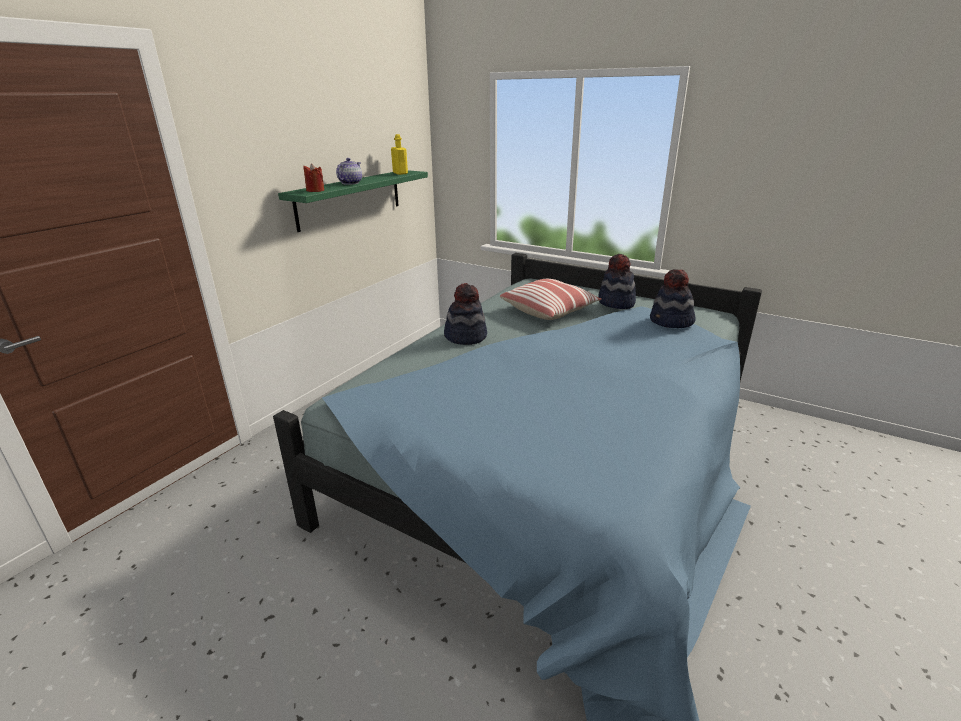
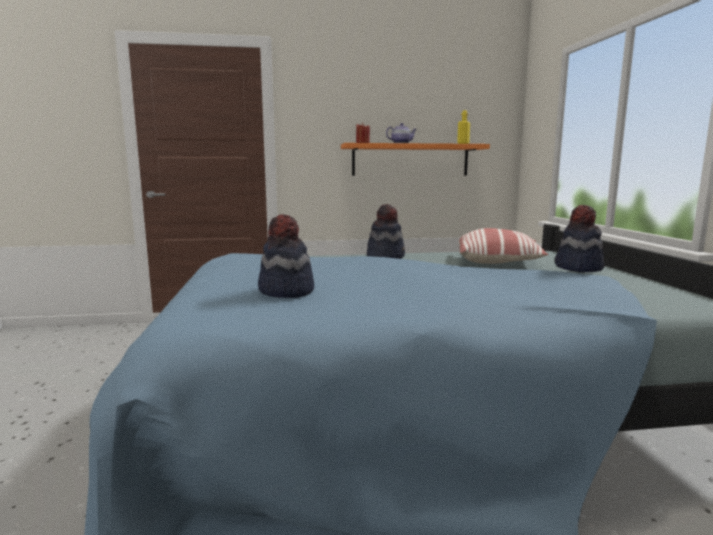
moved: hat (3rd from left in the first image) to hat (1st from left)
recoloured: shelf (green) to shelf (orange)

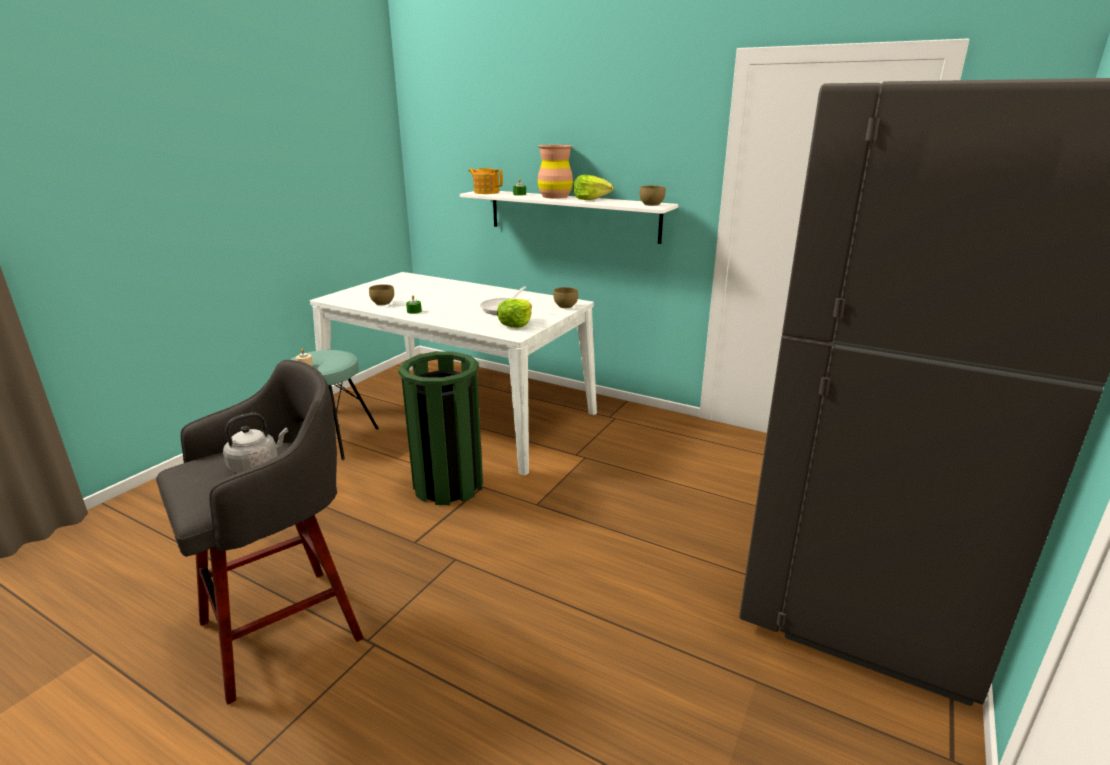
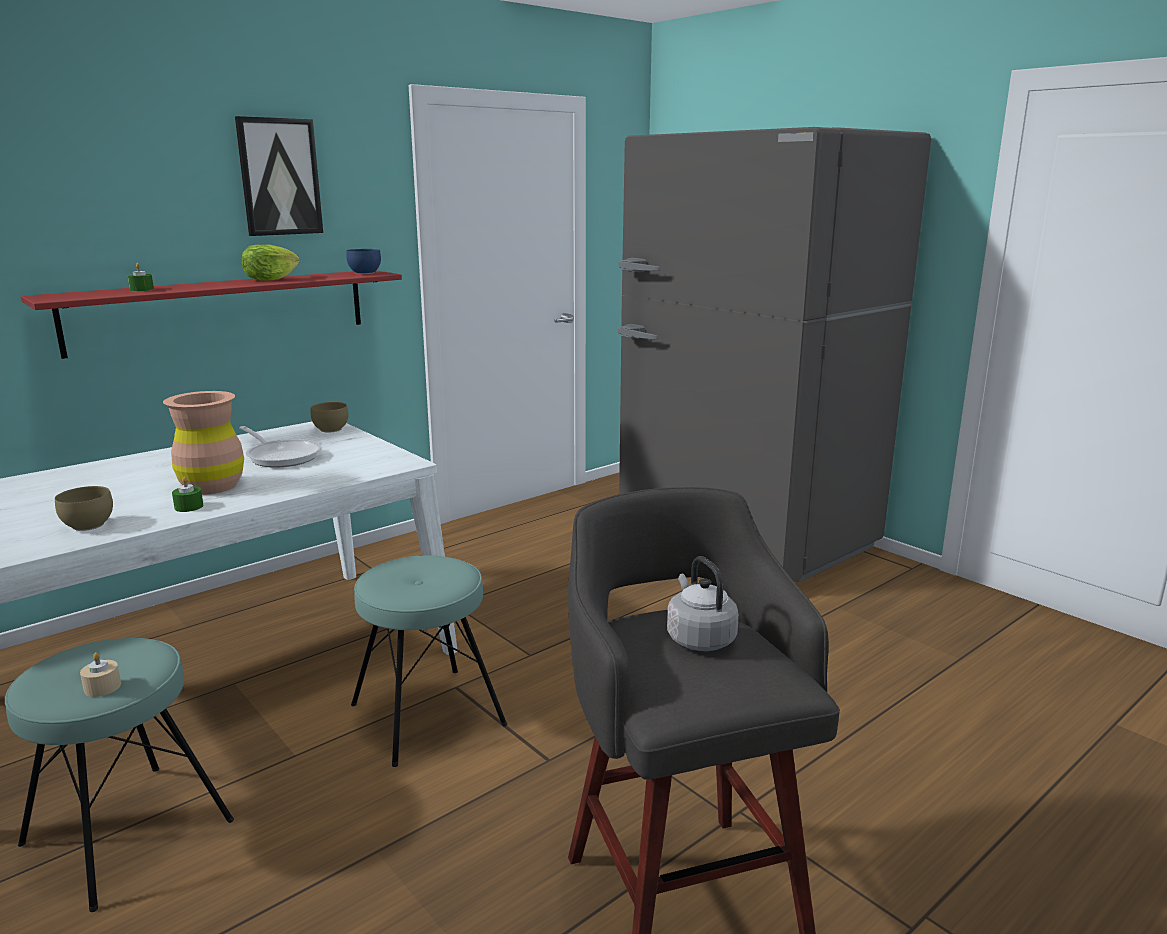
removed: teapot; lettuce (1st from left)
added: picture
moved: vase (brown)
replaced: trash can (green) to stool (turquoise) (2nd from left)
recoloured: shelf (white) to shelf (red); bowl (brown) (3rd from left) to bowl (blue)

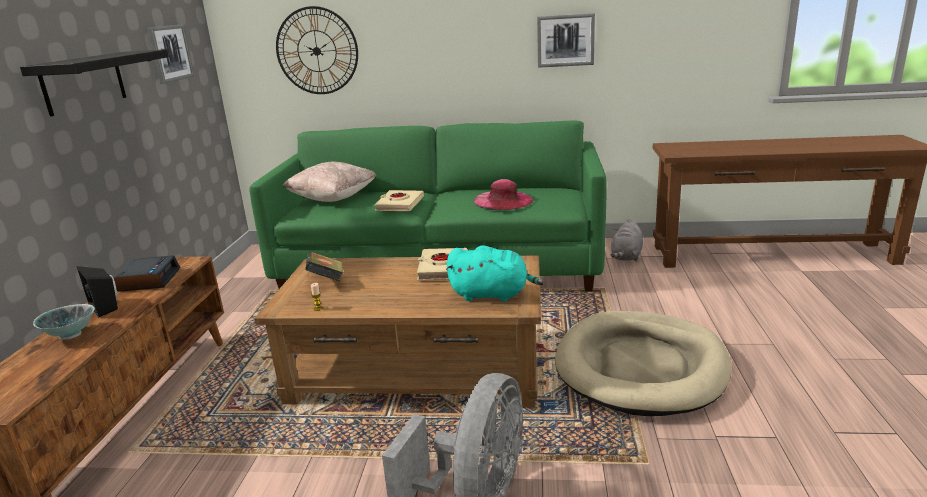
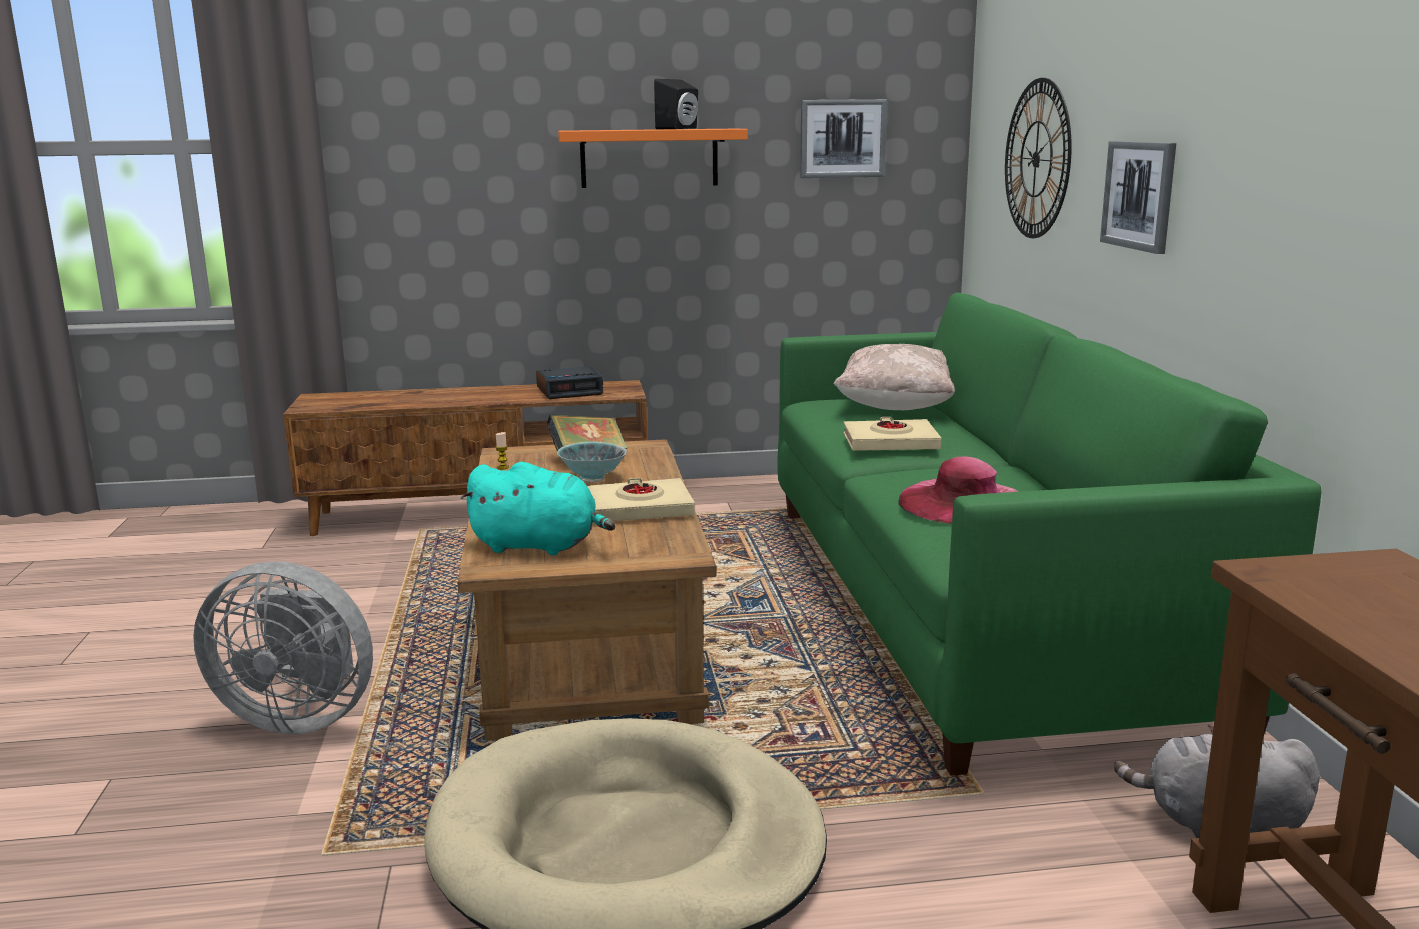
moved: bowl; speaker (black); picture (2nd from left)
recoloured: shelf (black) to shelf (orange)
turned: plush toy (turquoise) 75 degrees counterclockwise

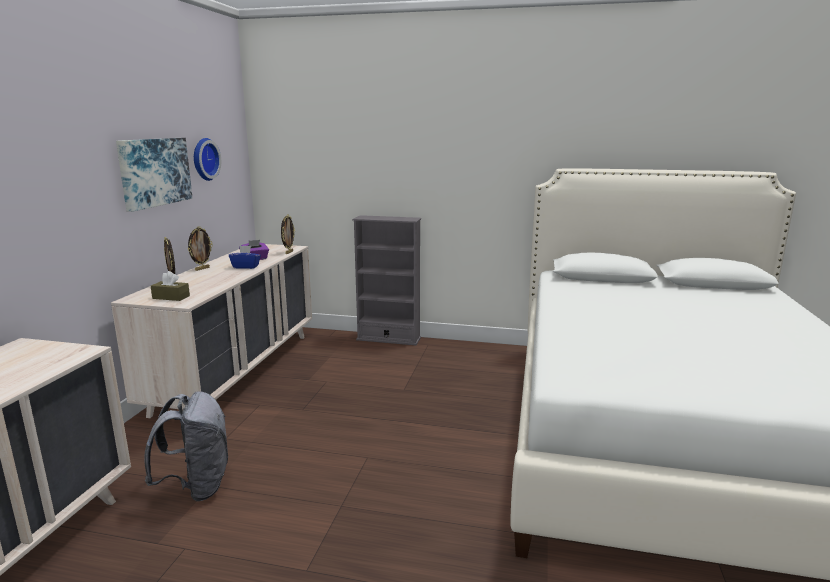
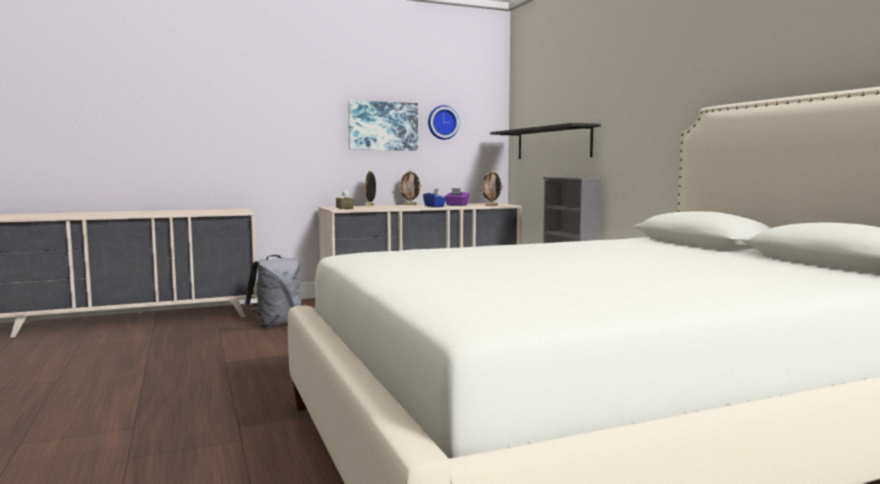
added: shelf (black)

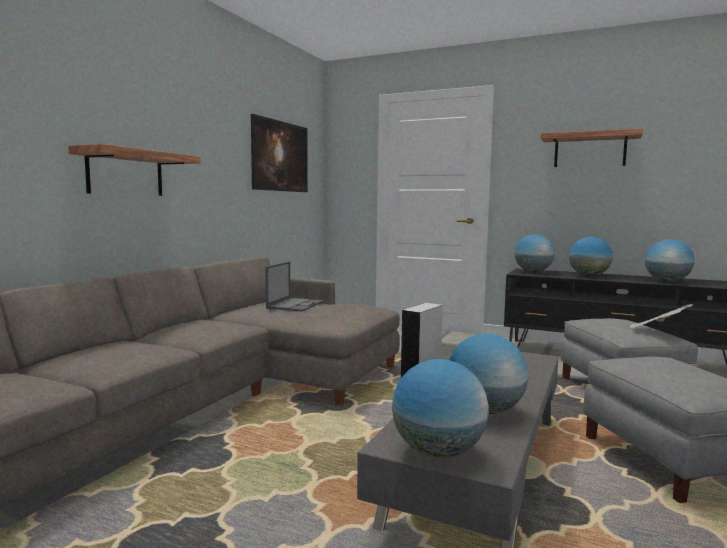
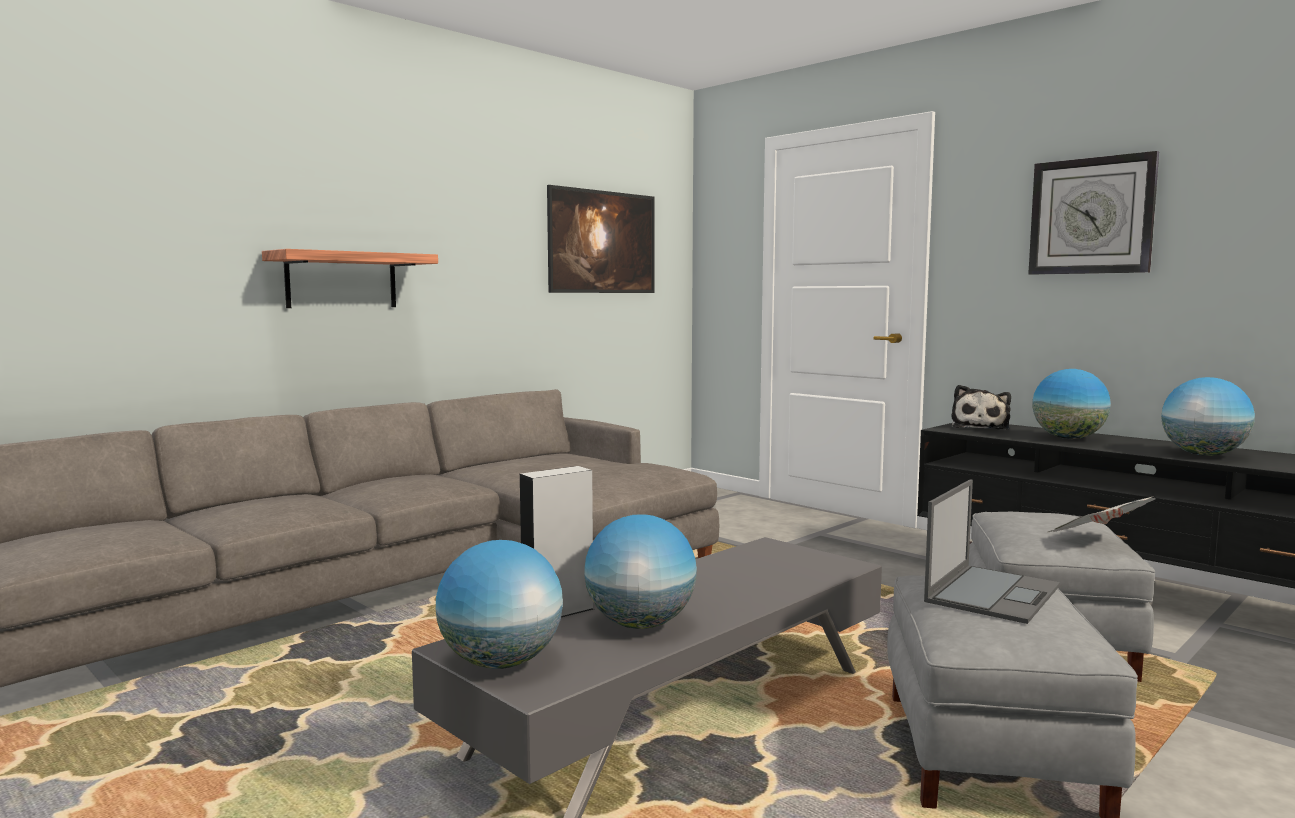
moved: laptop
replaced: globe (3rd from left) to plush toy; shelf (2nd from left) to wall clock

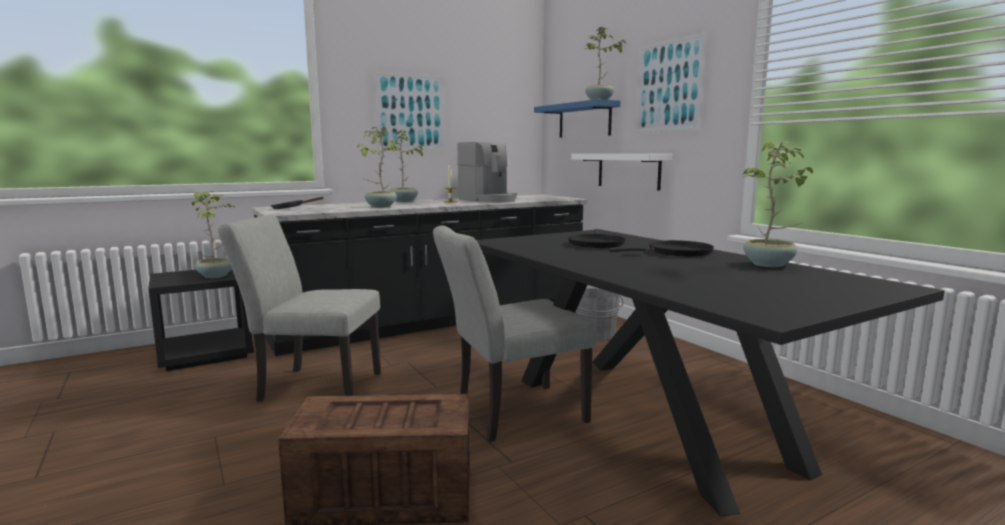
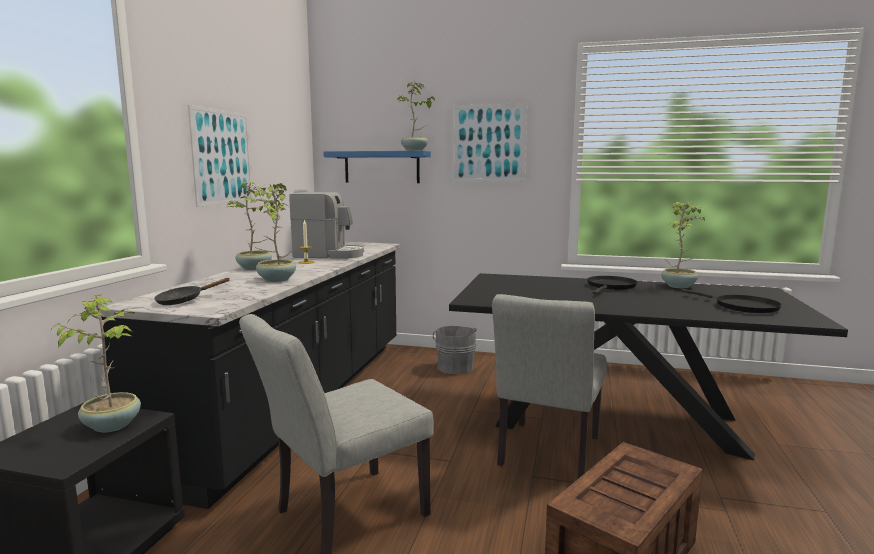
removed: shelf (white)
moved: frying pan (black) (2nd from left in the first image) to frying pan (black) (3rd from left)

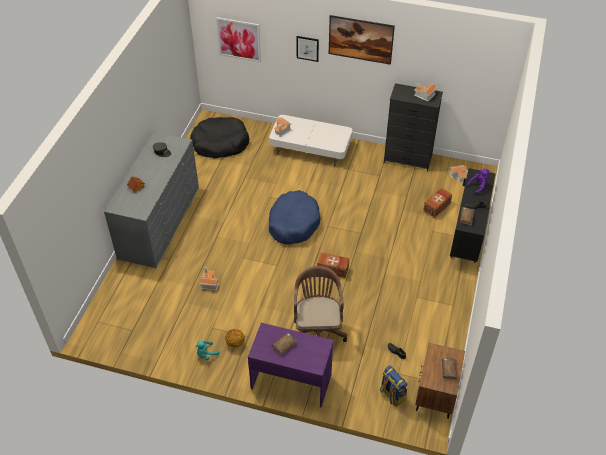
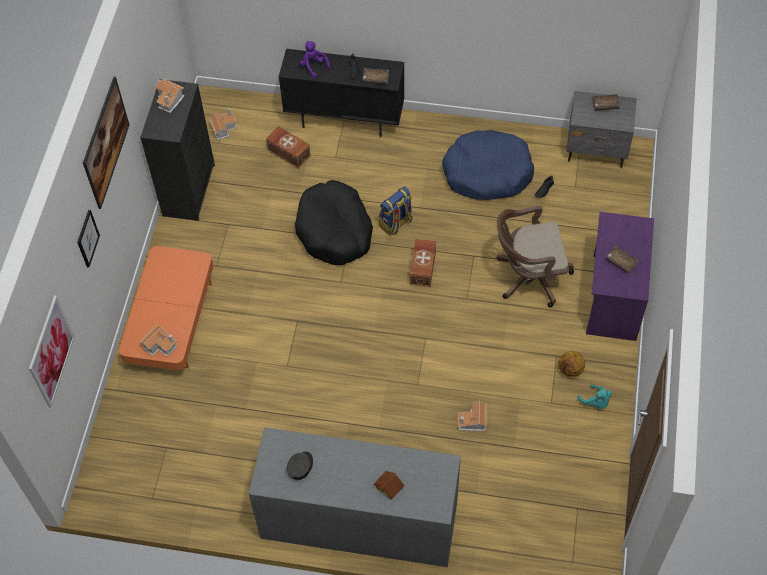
moved: dog bed (black); dog bed (blue); backpack
recoloured: coffee table (white) to coffee table (orange); nightstand (brown) to nightstand (grey)

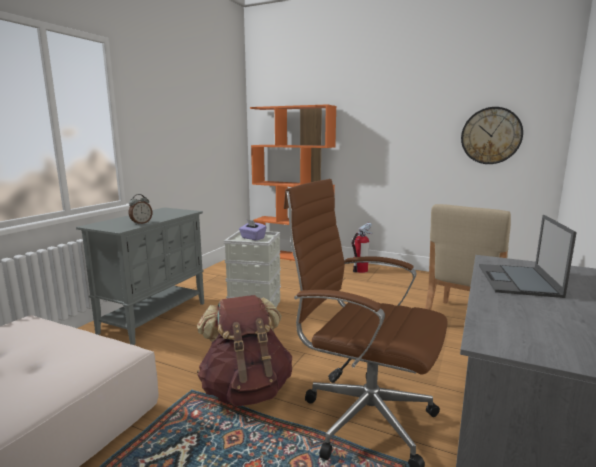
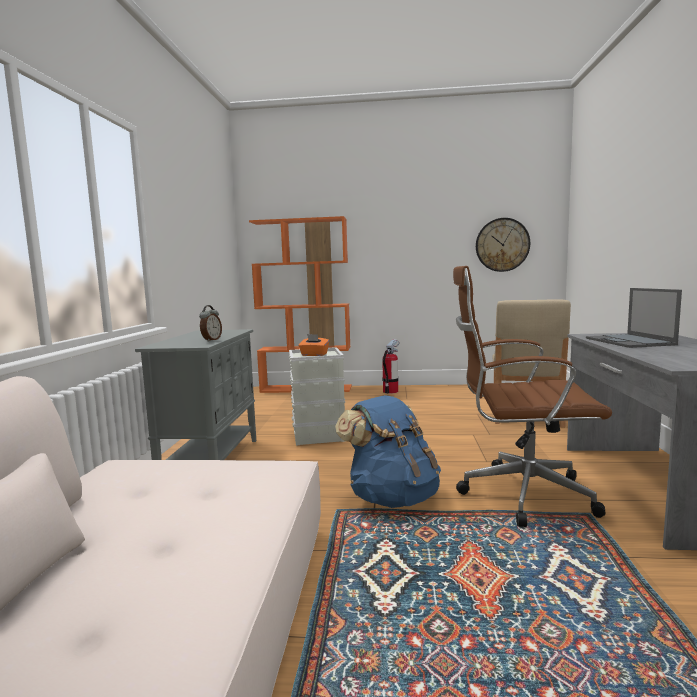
recoloured: backpack (brown) to backpack (blue); tissue box (purple) to tissue box (orange)

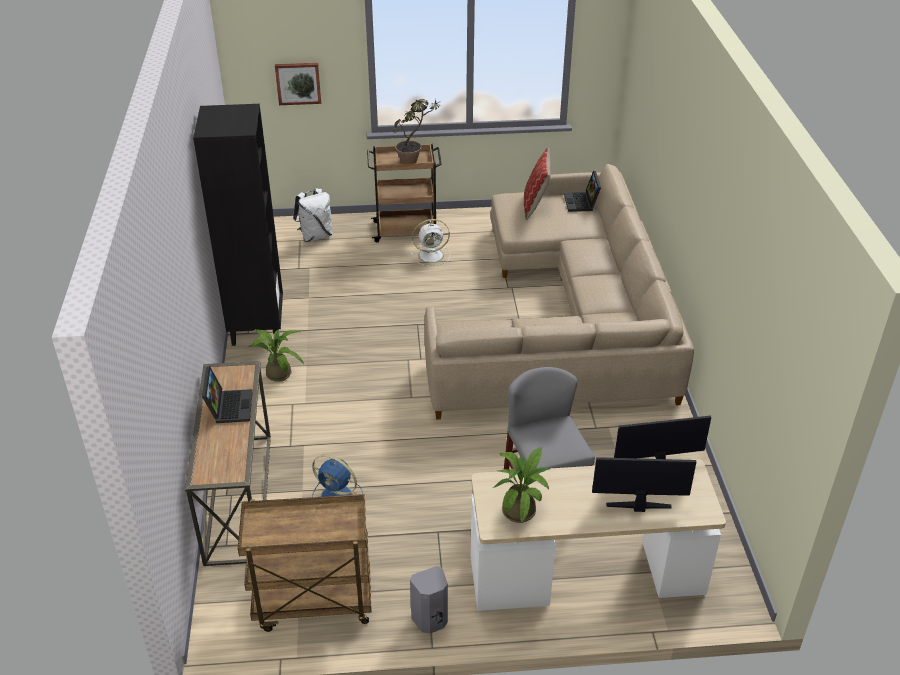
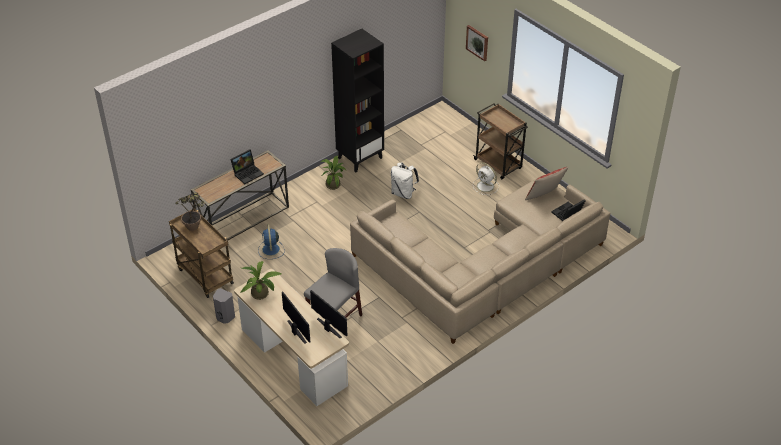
moved: backpack (white); potted plant (2nd from left in the first image) to potted plant (1st from left)

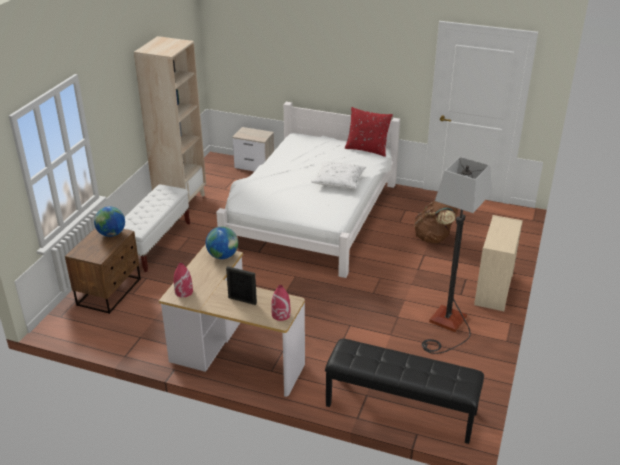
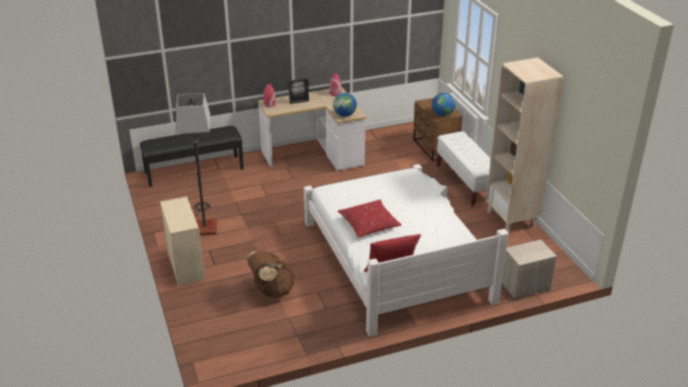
recoloured: pillow (white) to pillow (red) (1st from left)

